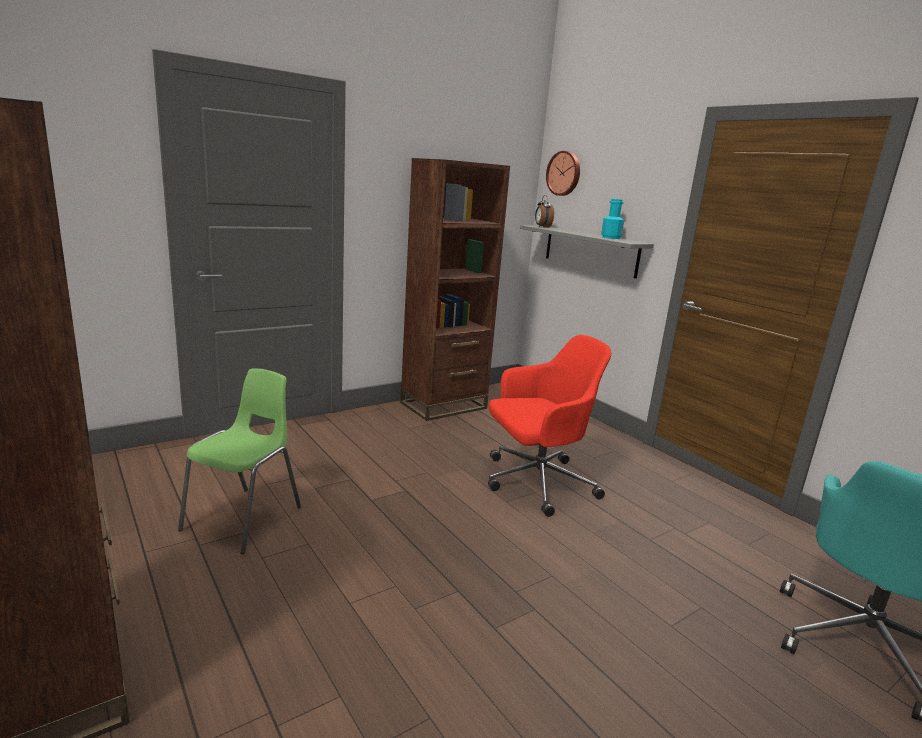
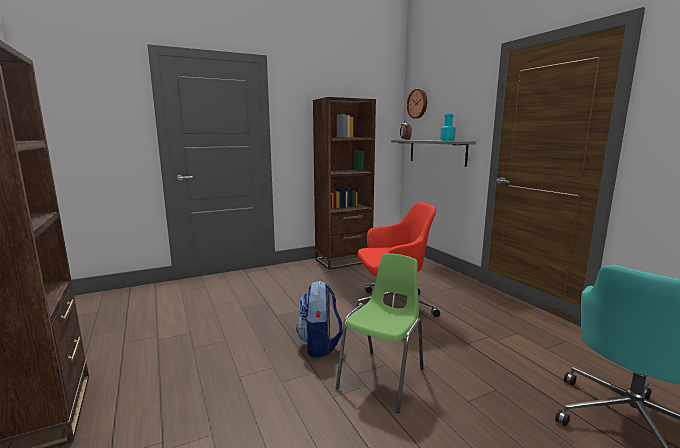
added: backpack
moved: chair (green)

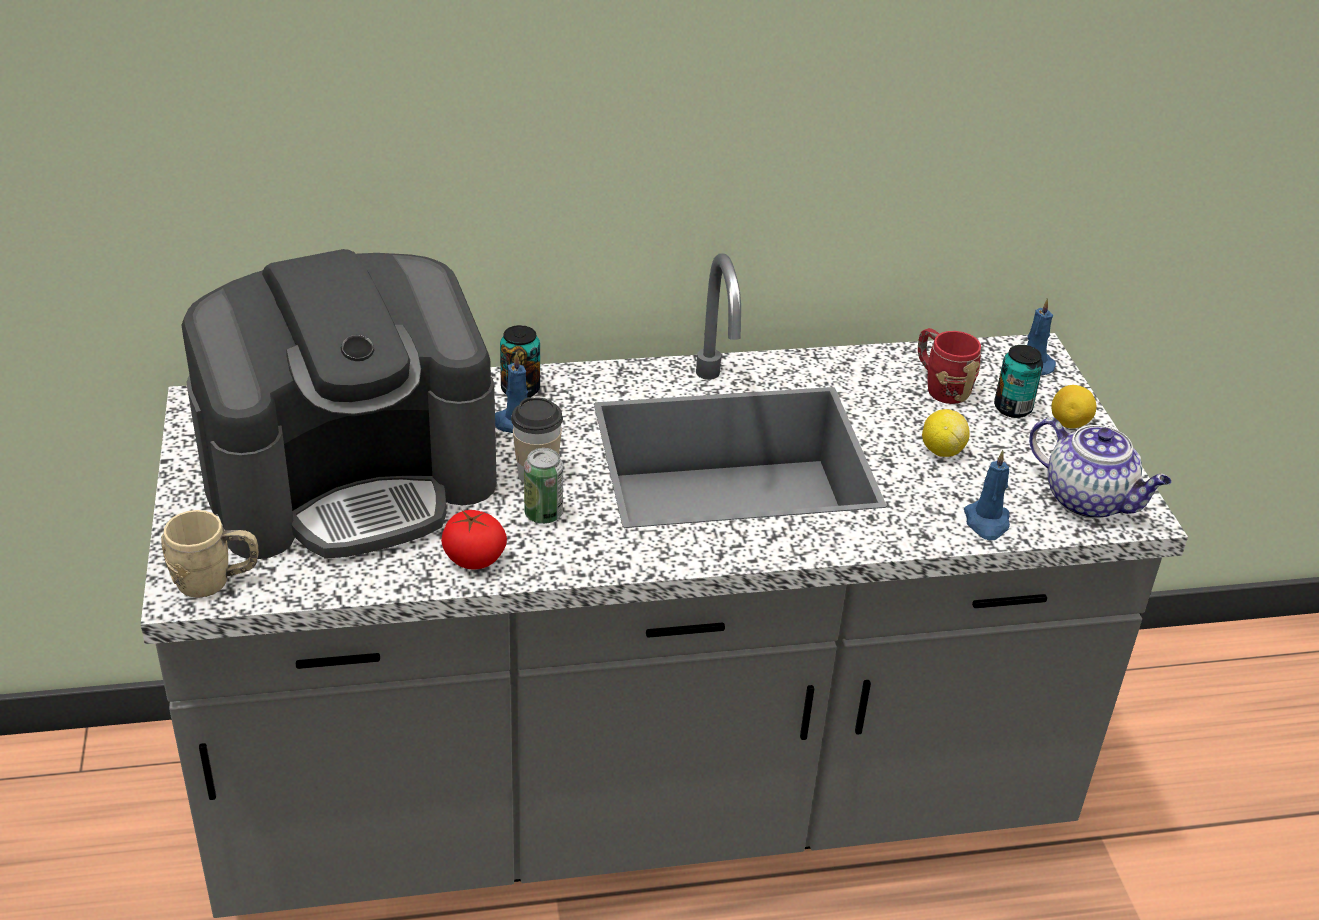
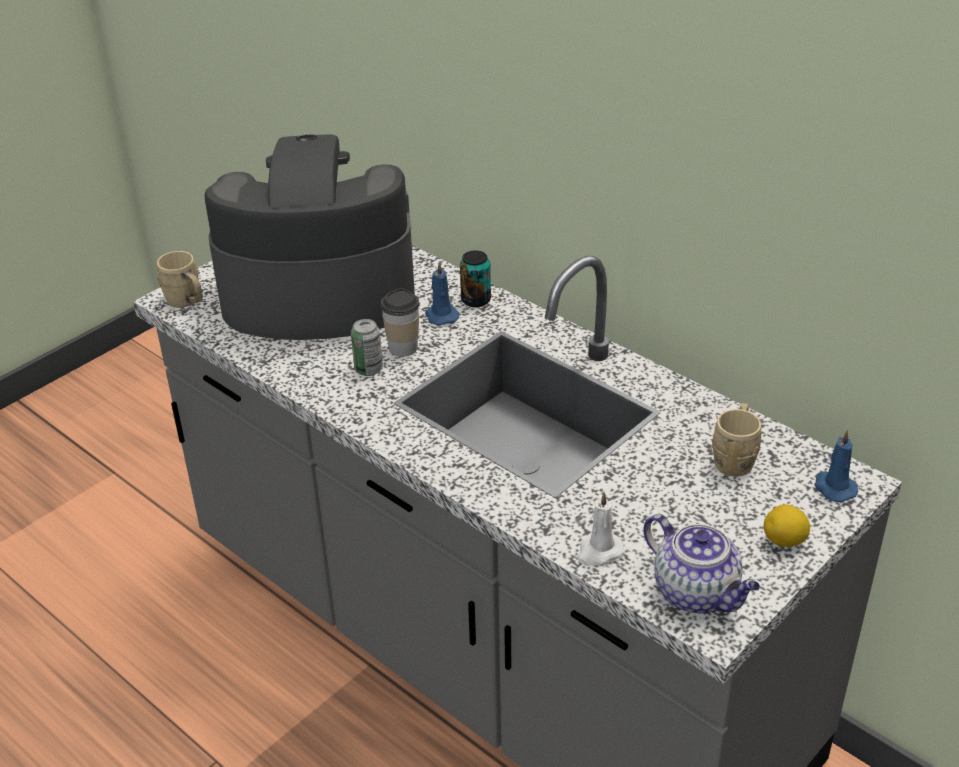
removed: tomato; lemon (1st from left); can (3rd from left)
recoloured: mug (red) to mug (beige) (2nd from left); candle (blue) (2nd from left) to candle (white)
turned: coffee machine 150 degrees clockwise; teapot 45 degrees counterclockwise

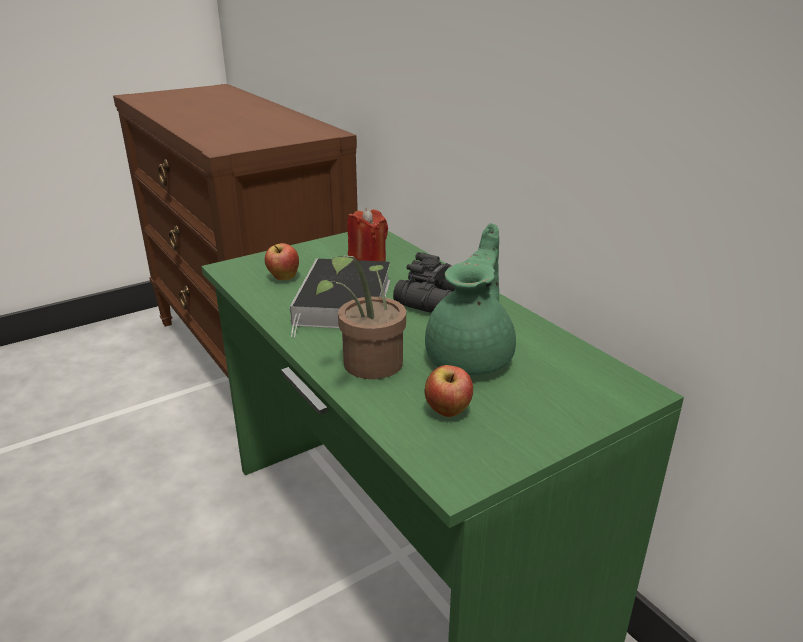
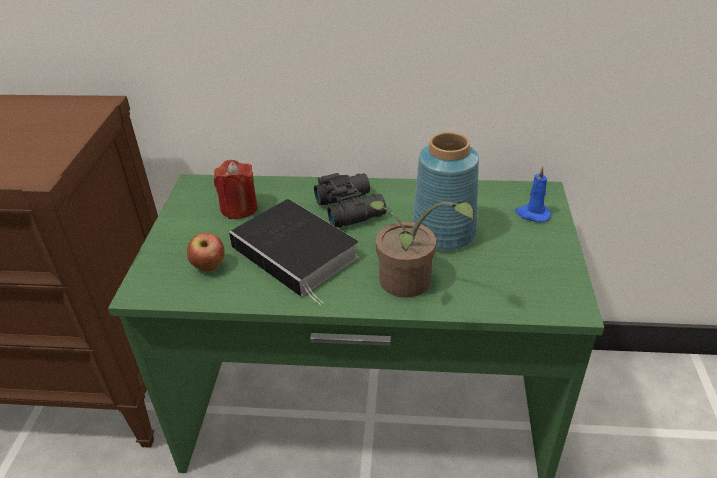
removed: apple (2nd from left)
added: candle (blue)
replaced: teapot (green) to vase (blue)

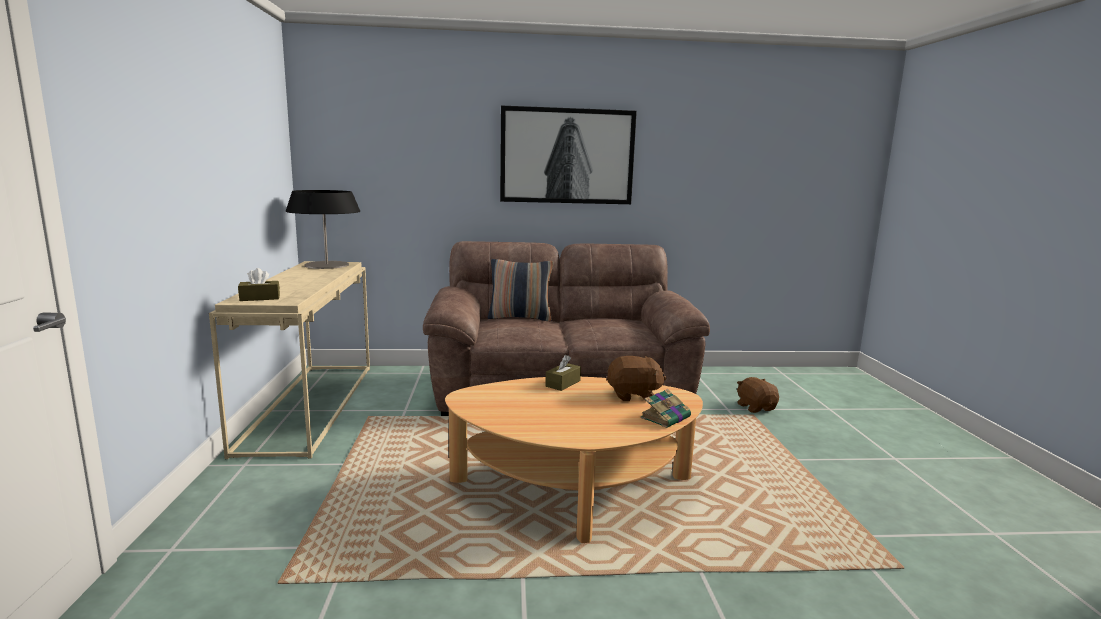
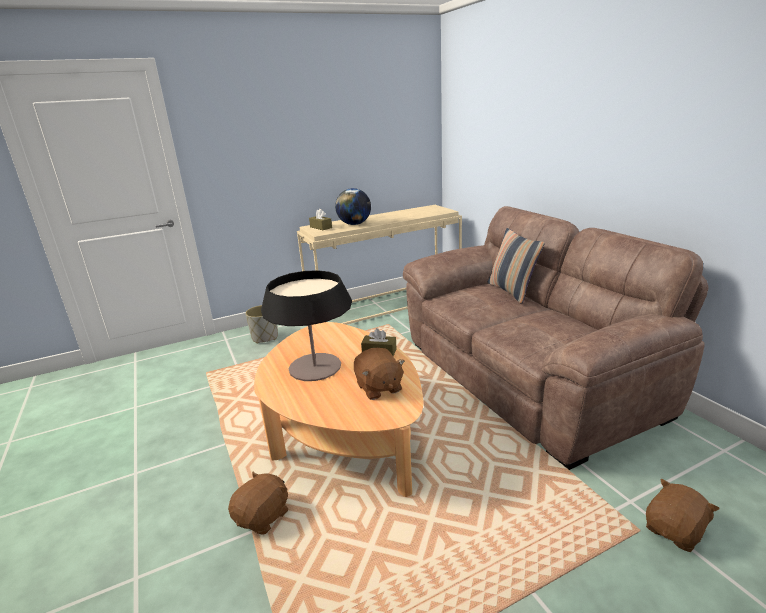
removed: picture; book
added: plush toy (brown) (1st from left); planter (grey); globe
moved: table lamp

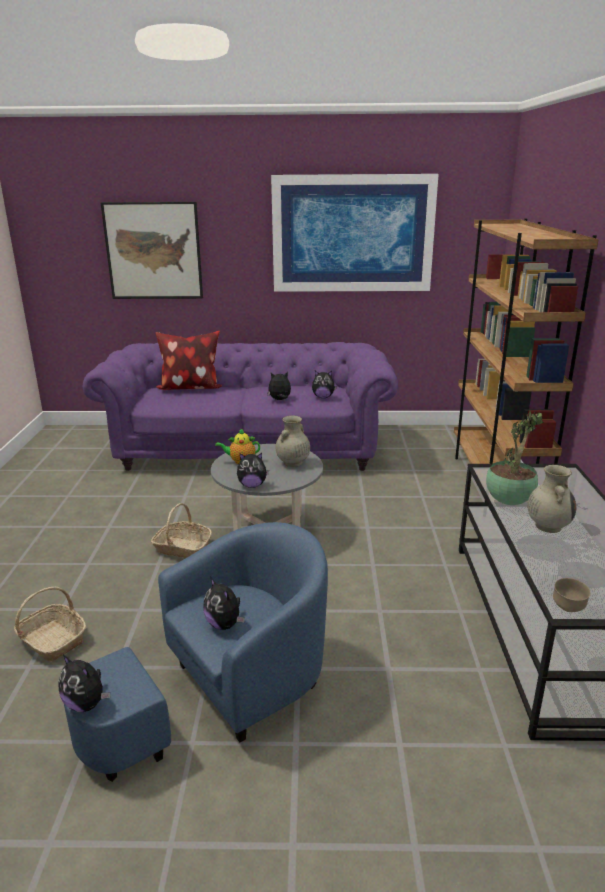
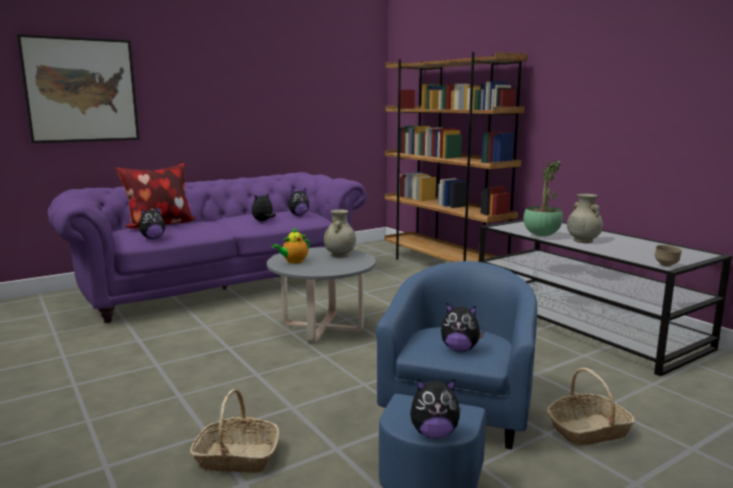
removed: picture (2nd from left)
moved: basket (2nd from left); plush toy (3rd from left in the first image) to plush toy (1st from left)

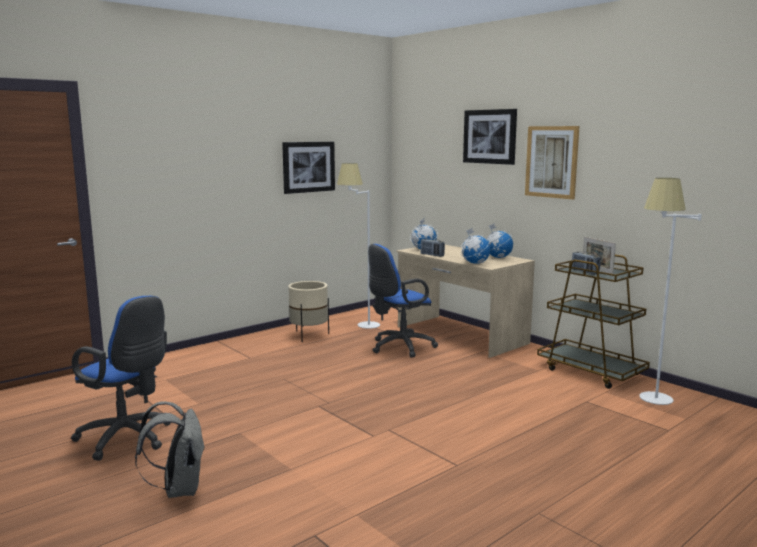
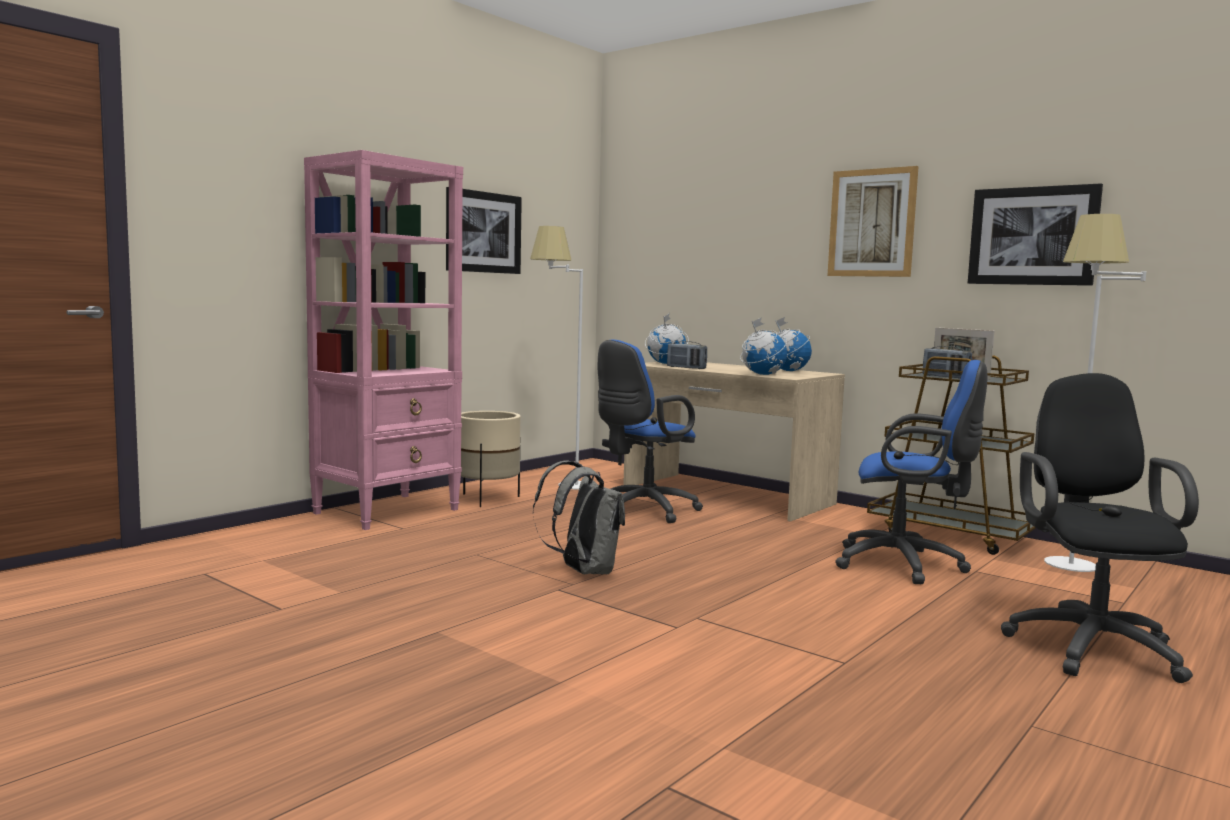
added: bookcase (pink); office chair (black)
moved: office chair (blue) (1st from left in the first image) to office chair (blue) (2nd from left); backpack (grey); picture (2nd from left in the first image) to picture (3rd from left)

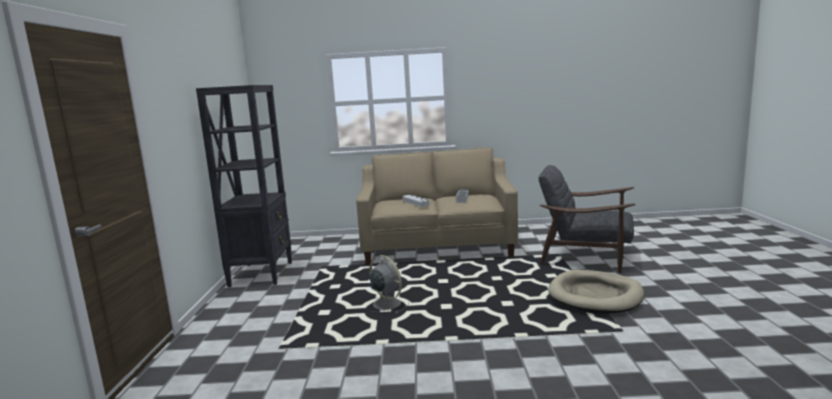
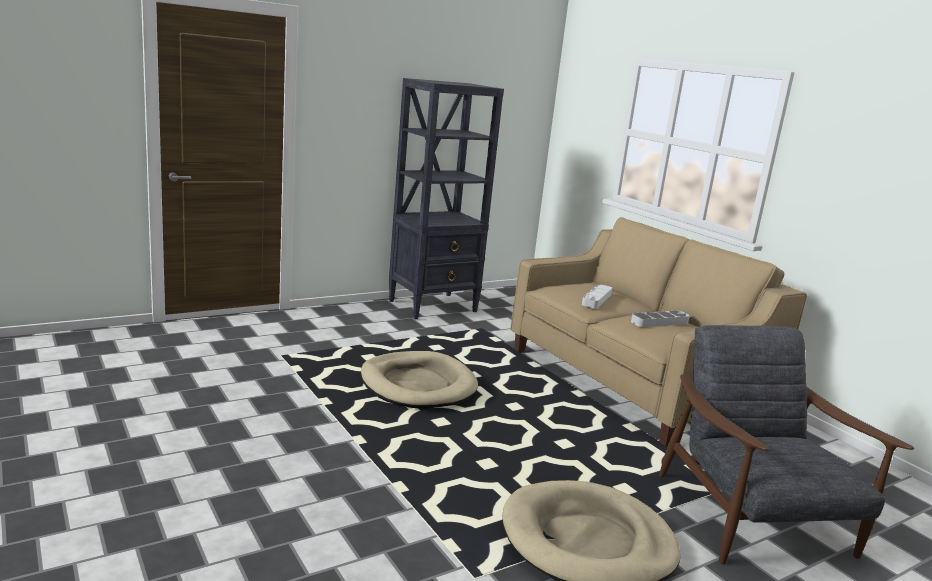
replaced: fan (grey) to dog bed (beige) (1st from left)

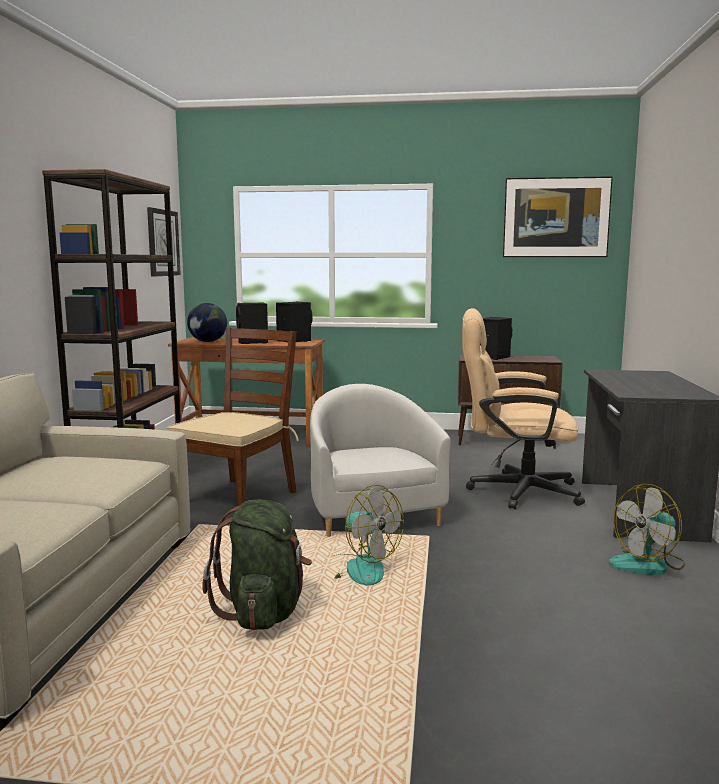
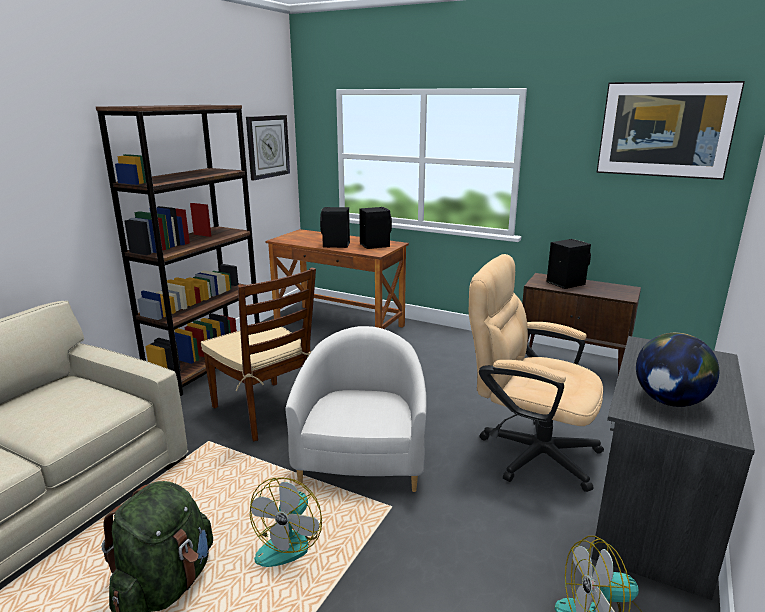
moved: globe
turned: chair (brown) 90 degrees clockwise; fan (1st from left) 45 degrees clockwise

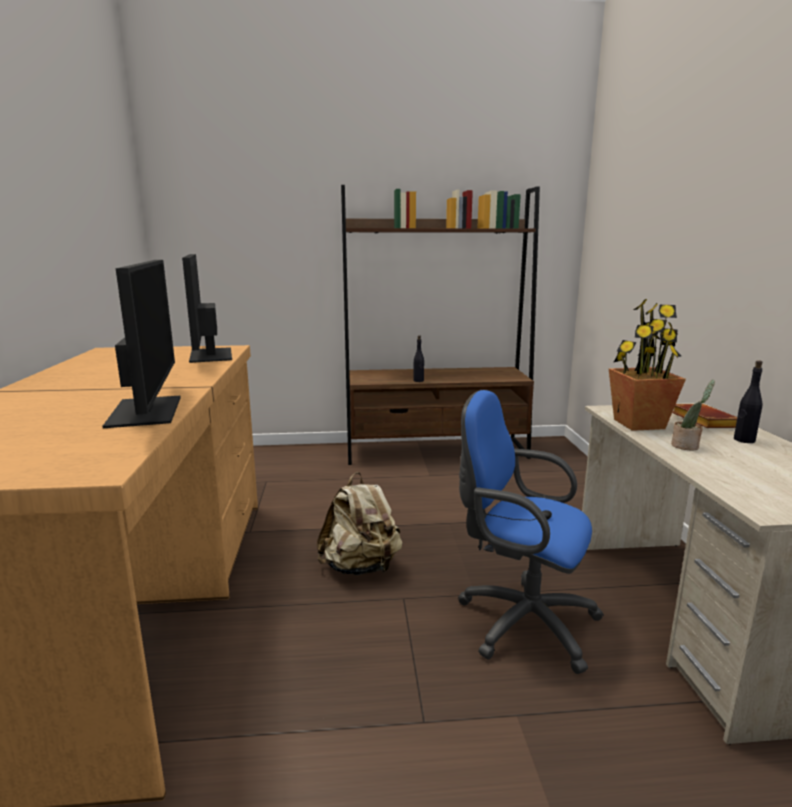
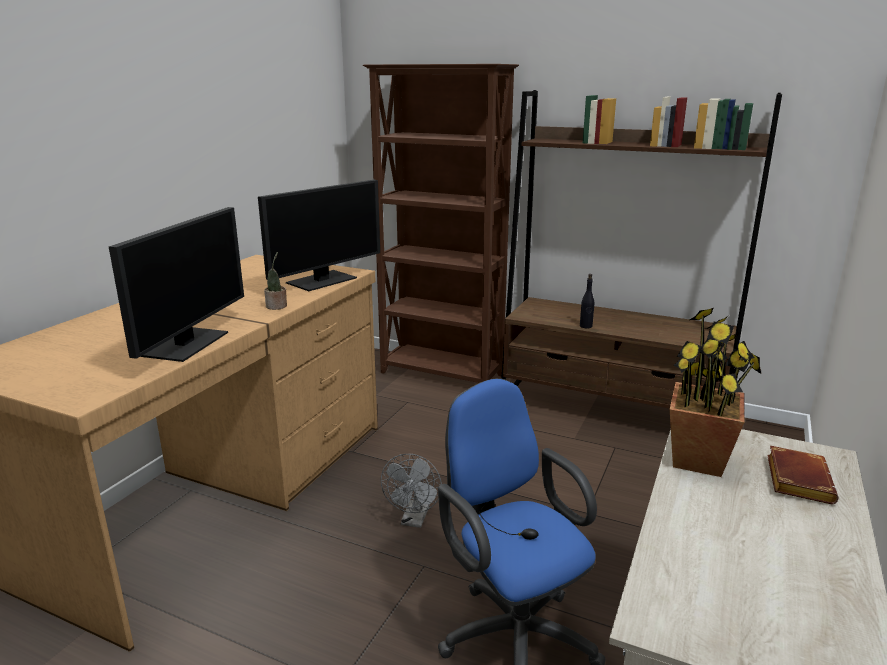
removed: bottle (black) (2nd from left)
added: bookcase (brown) (1st from left)
moved: potted plant (2nd from left in the first image) to potted plant (1st from left)
replaced: backpack (beige) to fan (grey)
turned: monitor (2nd from left) 150 degrees counterclockwise

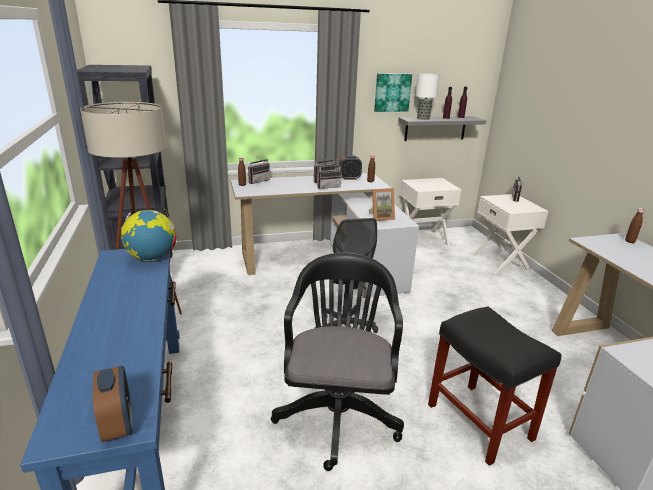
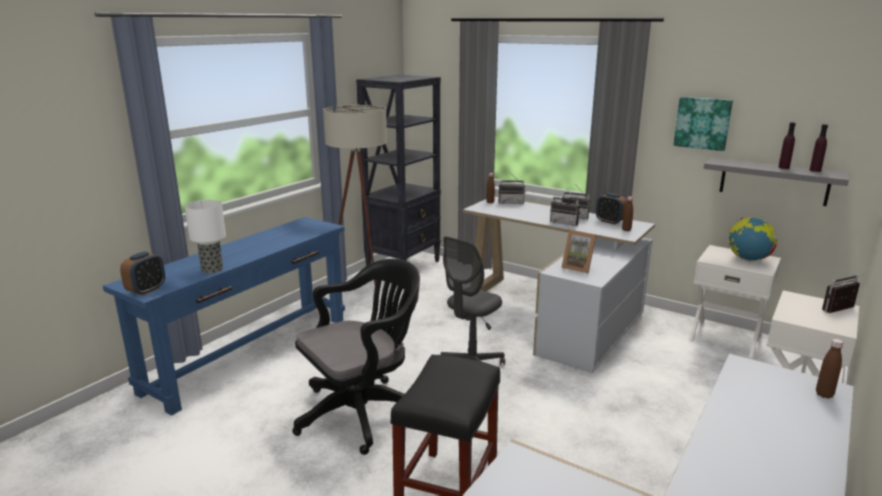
moved: globe; table lamp

